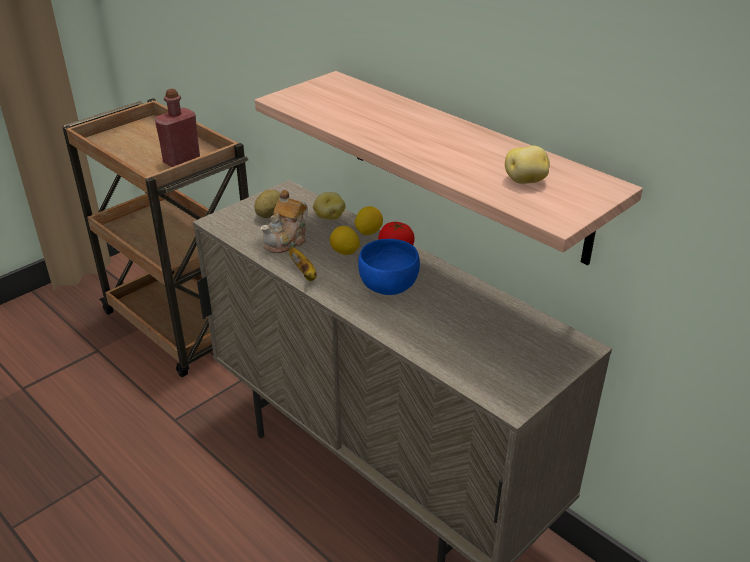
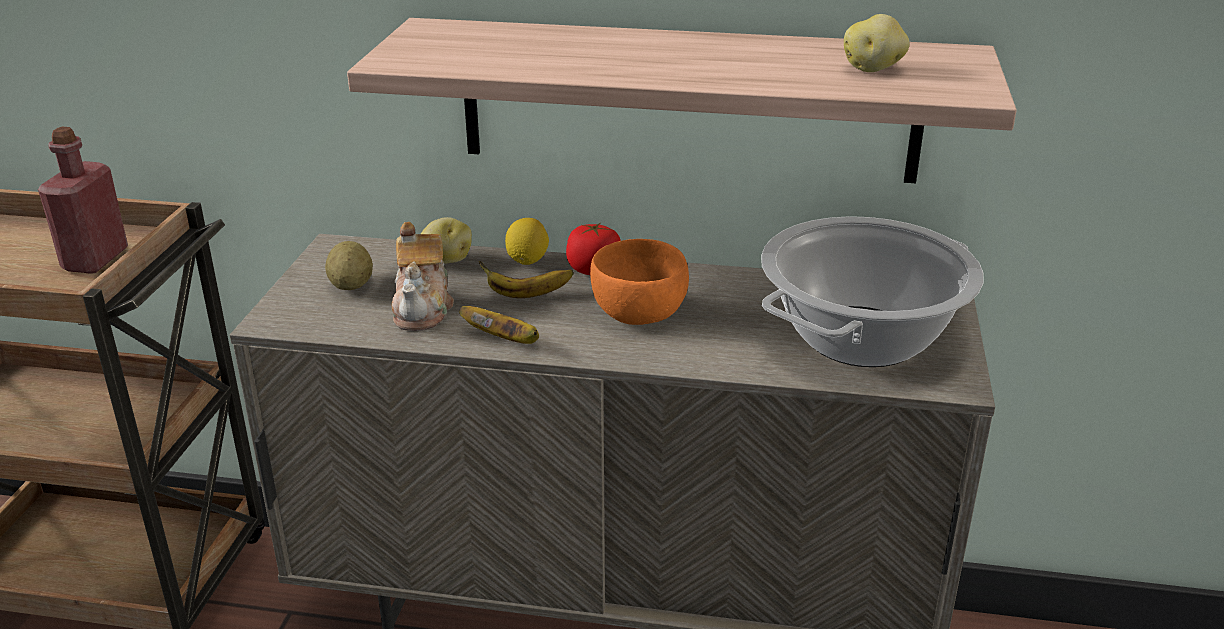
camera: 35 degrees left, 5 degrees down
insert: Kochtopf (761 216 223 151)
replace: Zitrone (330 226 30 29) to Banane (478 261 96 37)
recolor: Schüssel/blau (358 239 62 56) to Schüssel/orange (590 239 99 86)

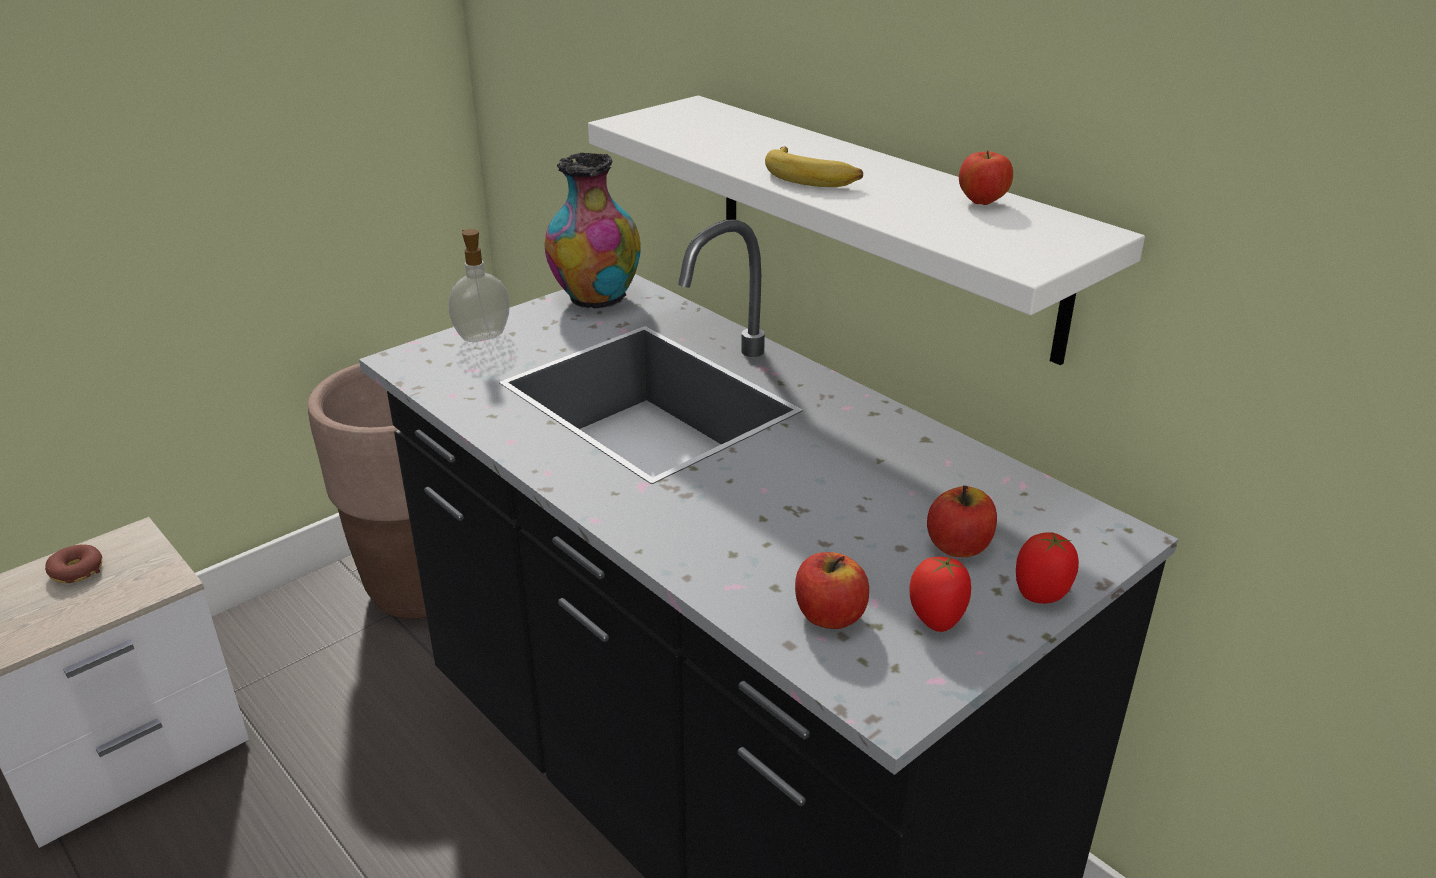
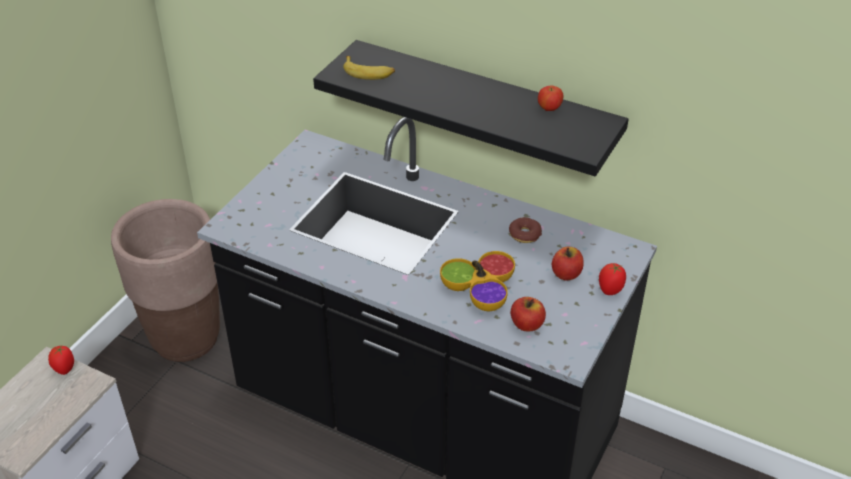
camera: 20 degrees left, 10 degrees up
delete: Seifenspender (449 229 61 113); Vase (545 153 96 157)
insert: Schüssel (440 251 75 60)
move: Donut (45 544 57 39) to (509 217 33 26); Banane (765 146 98 41) to (343 56 52 24); Tomate (910 556 61 76) to (48 345 26 30)
recolor: Wandregal/weiß (588 96 557 269) to Wandregal/schwarz (313 40 316 136)

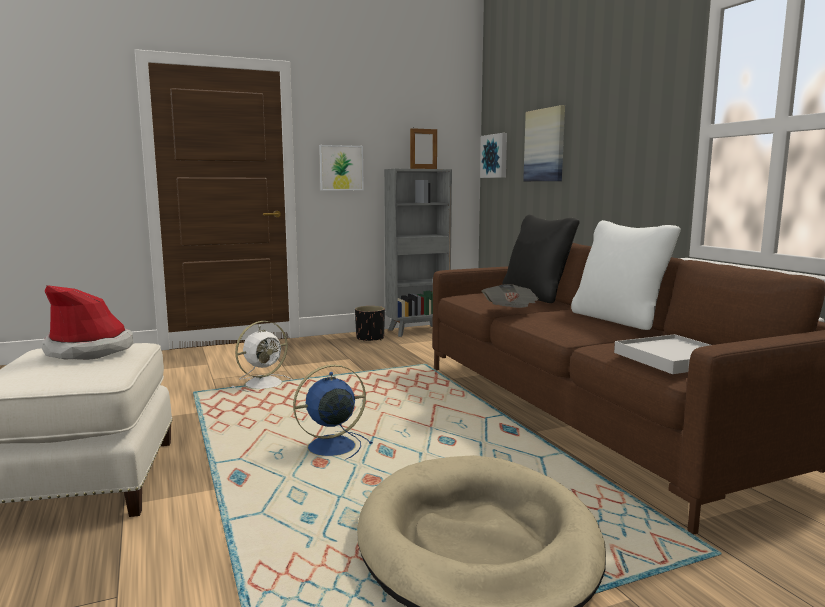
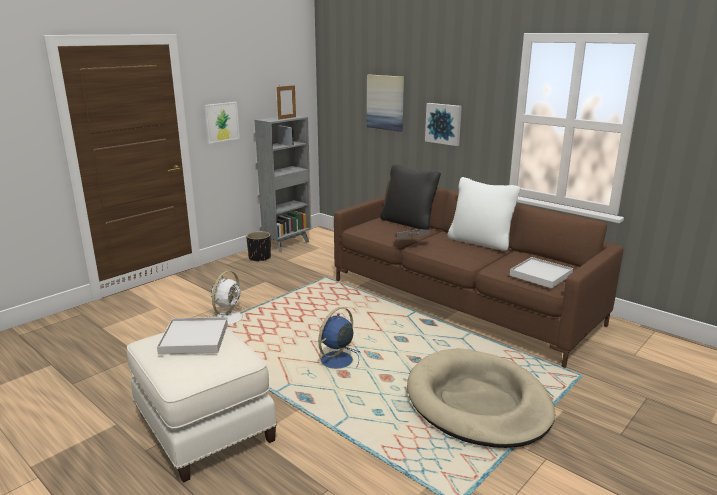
camera: 25 degrees left, 10 degrees up
move: Bild (480 133 27 45) to (425 103 37 43)
replace: Hut (42 285 92 75) to Tablett/weiß (157 317 71 38)

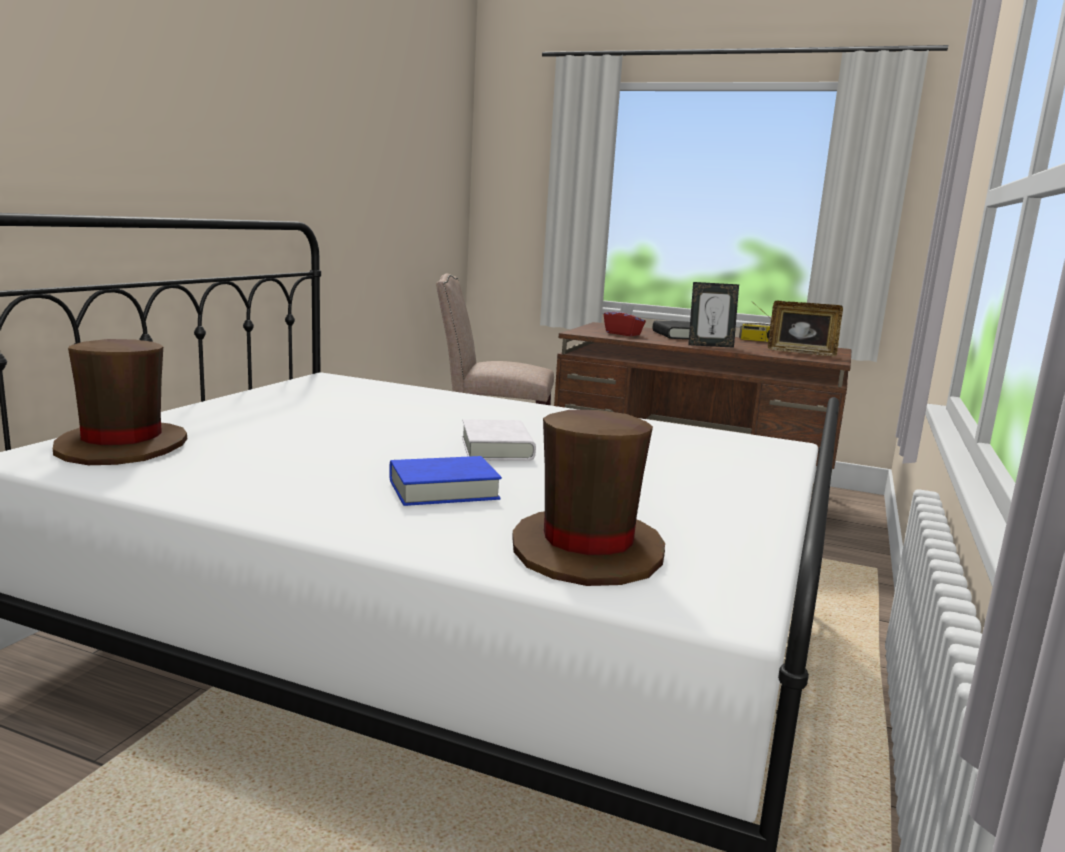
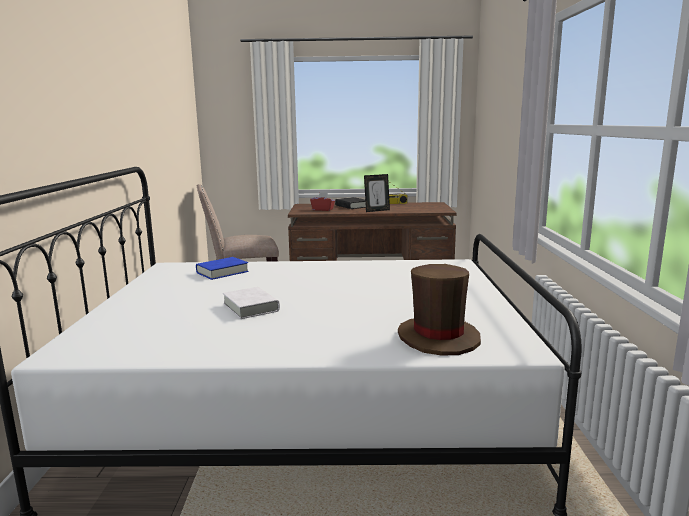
camera: 20 degrees left, 0 degrees up
delete: Hut/braun (53 339 135 126); Bilderrahmen (768 301 75 55)
move: Buch/blau (389 456 113 50) to (196 257 53 23); Buch/weiß (462 419 74 42) to (223 287 57 32)

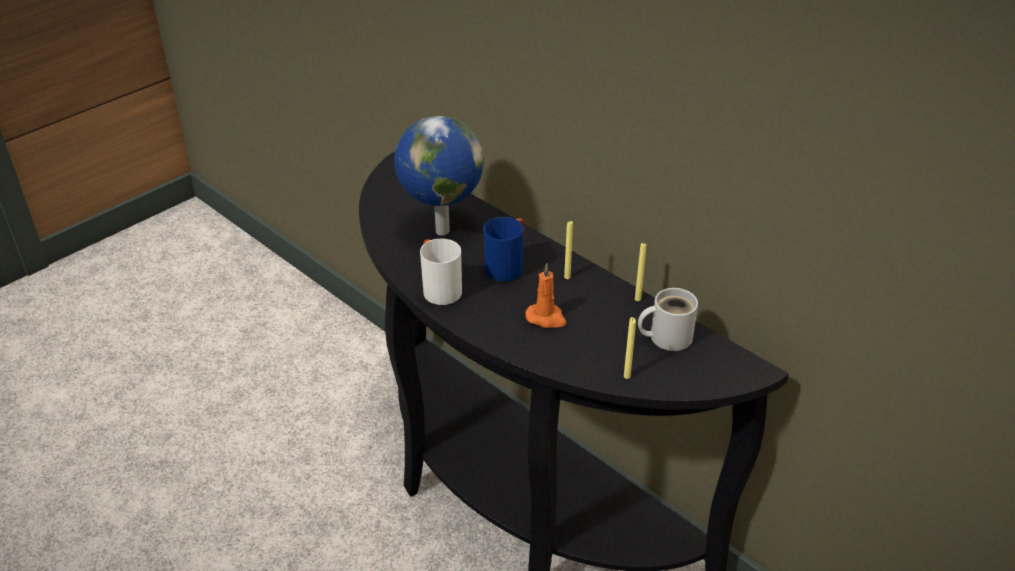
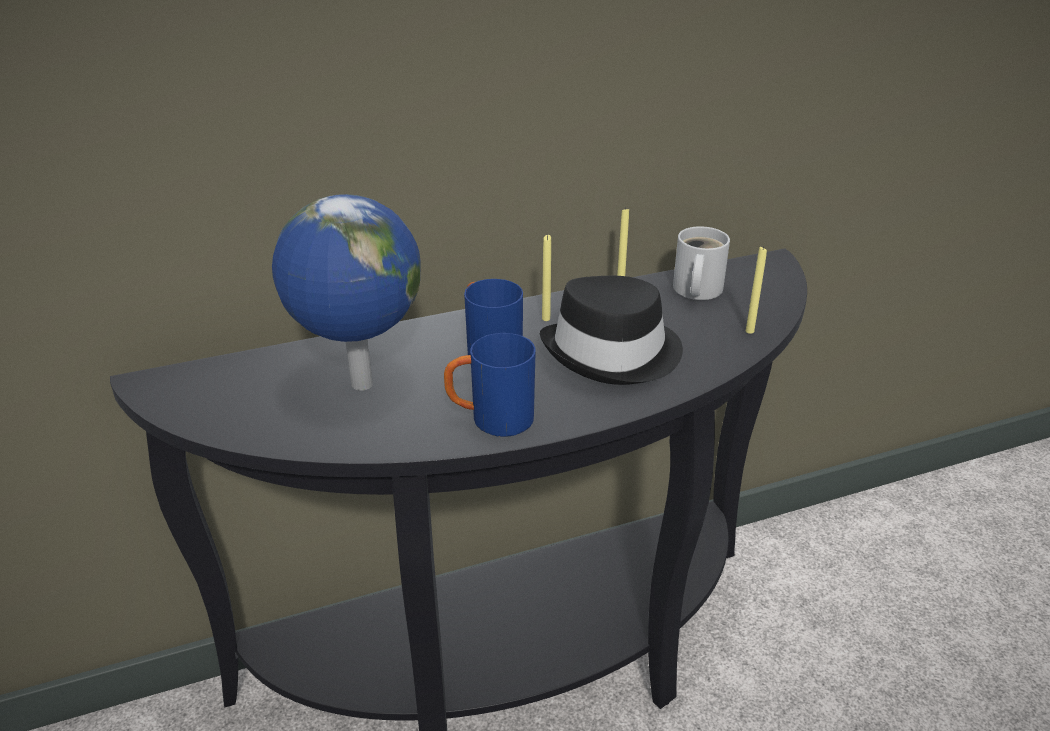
camera: 65 degrees left, 5 degrees down
replace: Kerze/orange (525 263 41 65) to Hut/schwarz (540 276 143 109)
recolor: Henkelbecher/weiß (420 239 42 66) to Henkelbecher/blau (444 333 92 104)

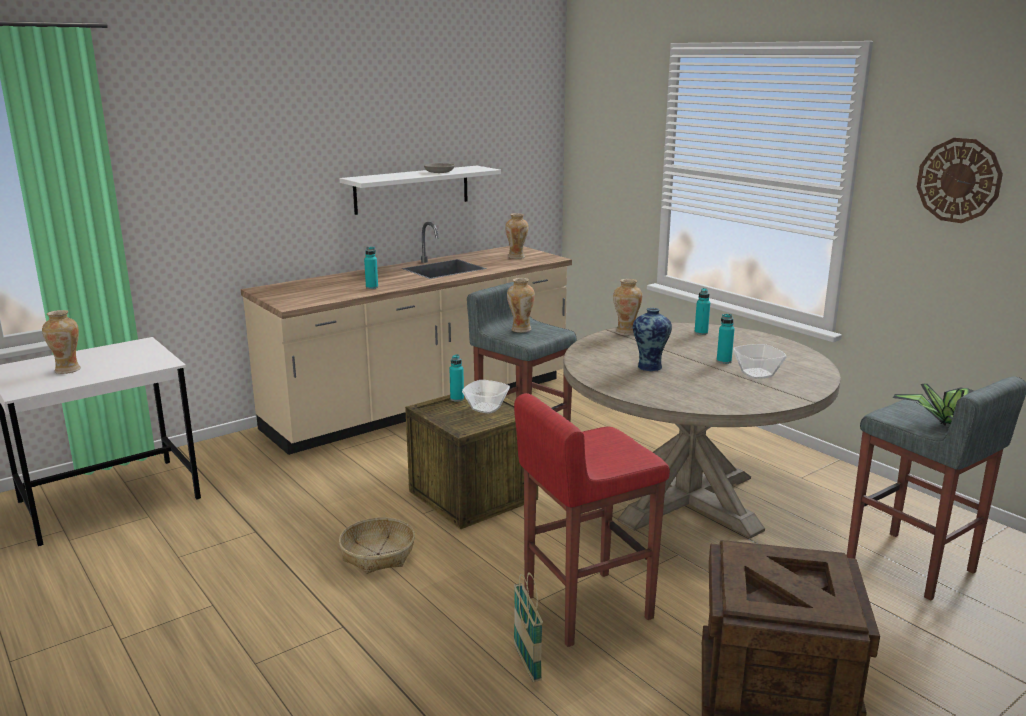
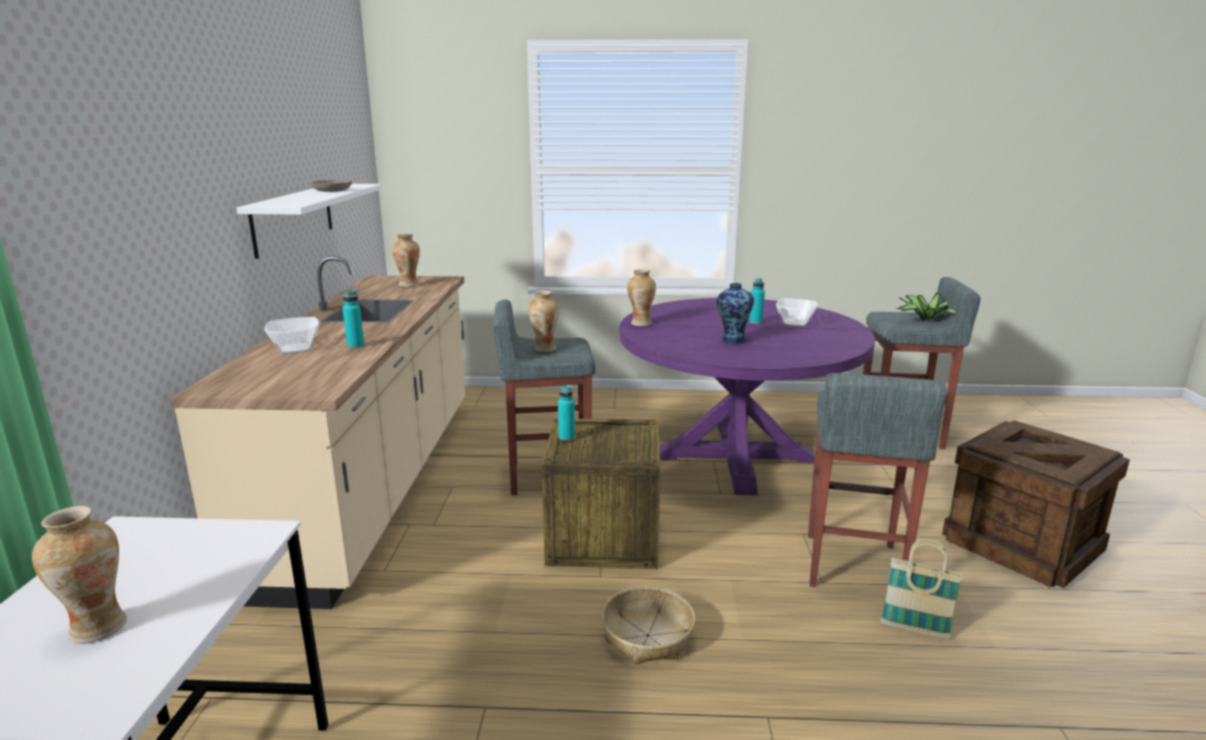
camera: 50 degrees left, 0 degrees up
delete: Flasche/türkis (694 288 16 47); Wanduhr (917 138 86 85)
move: Schüssel (462 380 48 33) to (265 317 54 37)
recolor: Hocker/rot (514 393 156 254) to Hocker/grau (808 373 139 214); Esstisch/beige (563 322 277 216) to Esstisch/lila (620 298 255 197)

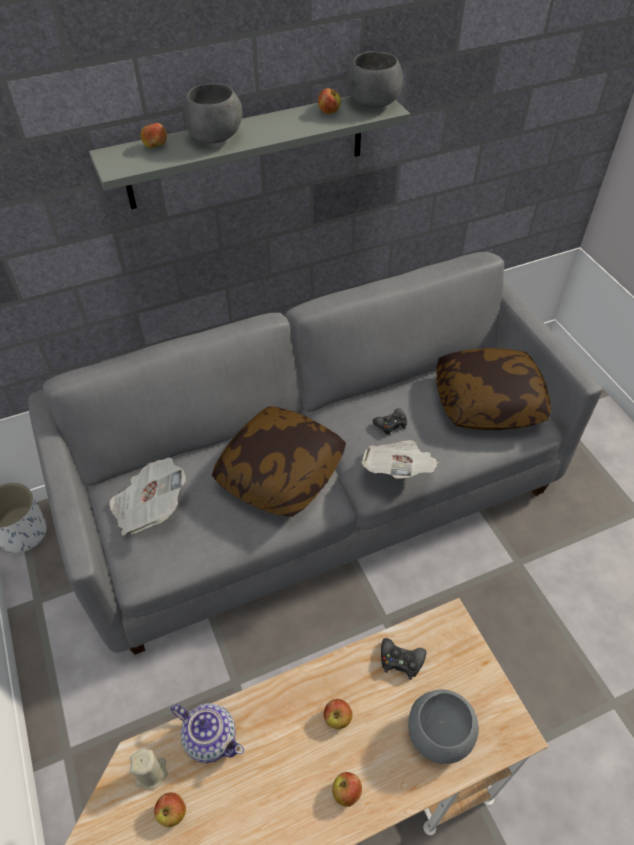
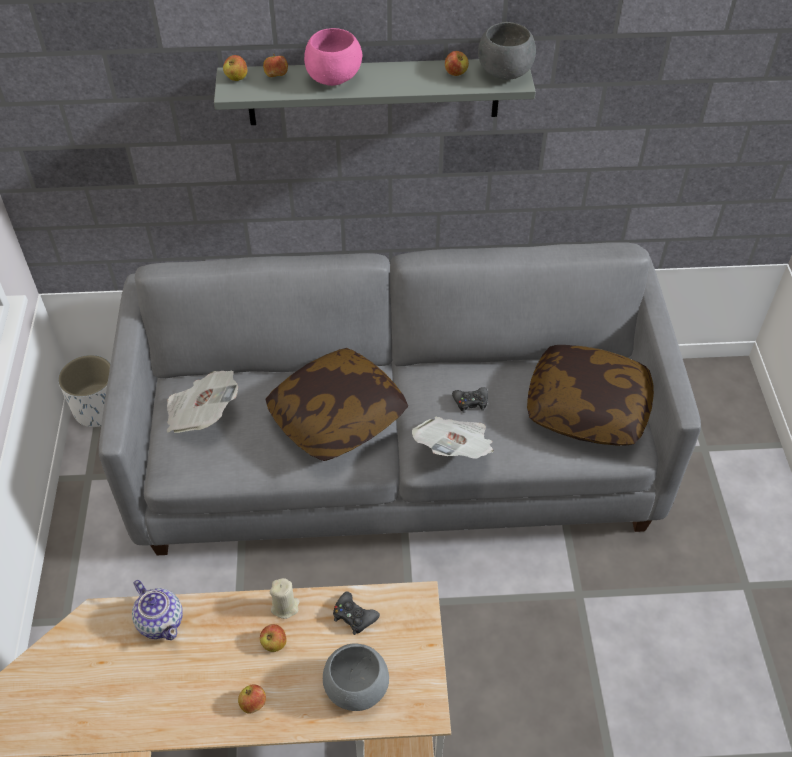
camera: 20 degrees right, 0 degrees up
move: Kerze/beige (130 748 38 41) to (270 578 30 41); Apfel (154 792 32 35) to (223 55 24 26)
recolor: Schüssel/grau (183 84 60 59) to Schüssel/rosa (304 28 58 58)

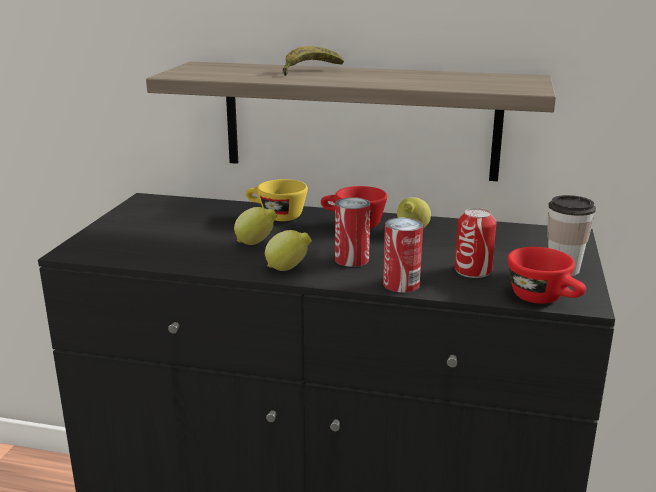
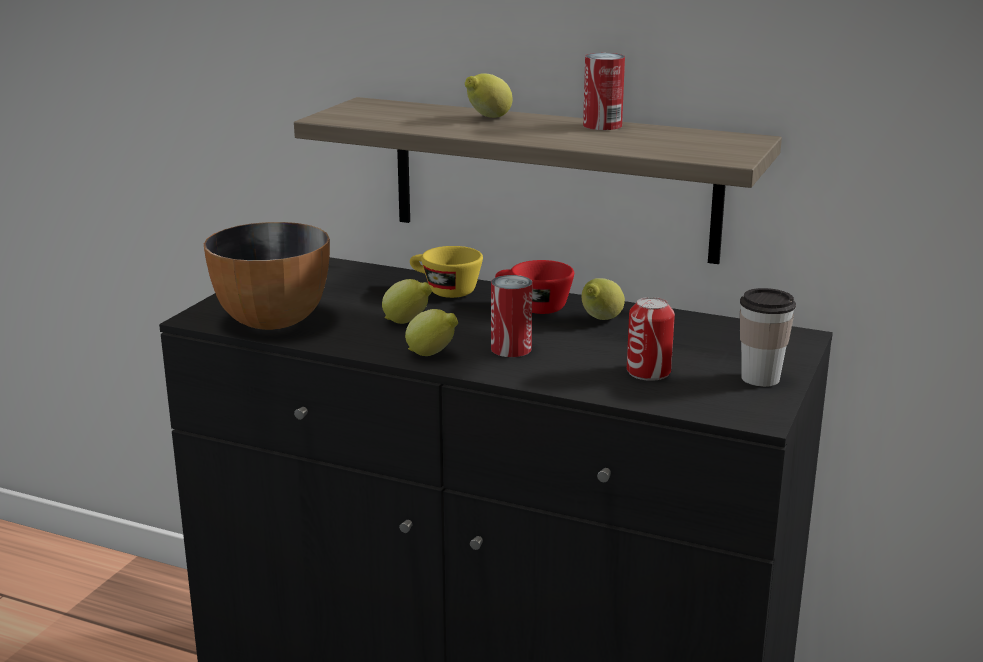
camera: 10 degrees right, 0 degrees up
delete: Tasse/rot (508 247 78 57)
insert: Schüssel (204 222 126 108)
move: Dose (383 218 40 75) to (583 53 42 77)
replace: Banane (283 46 61 30) to Zitrone (465 73 48 45)

